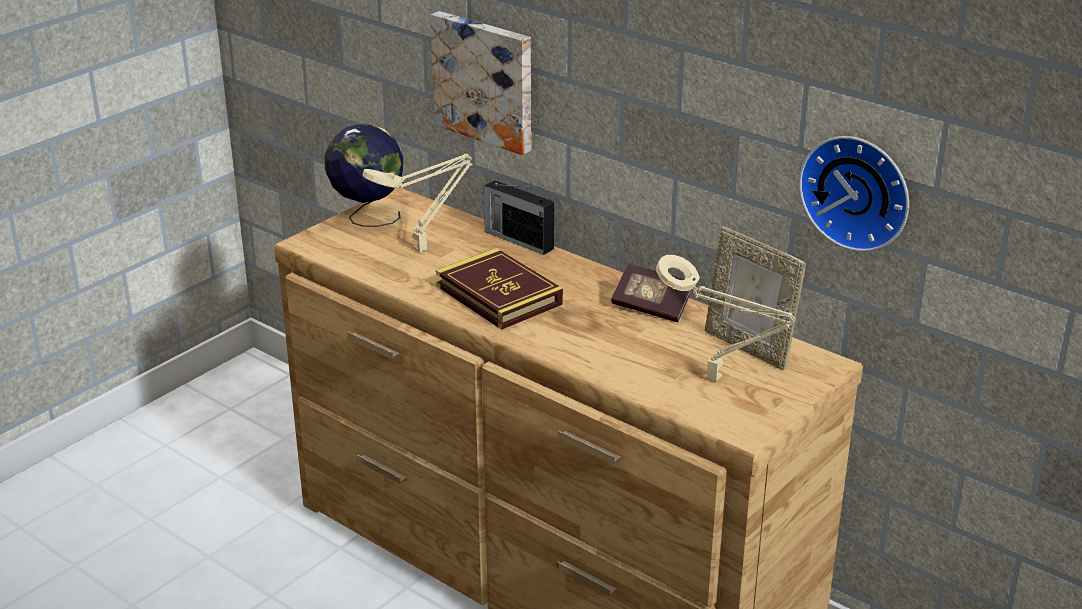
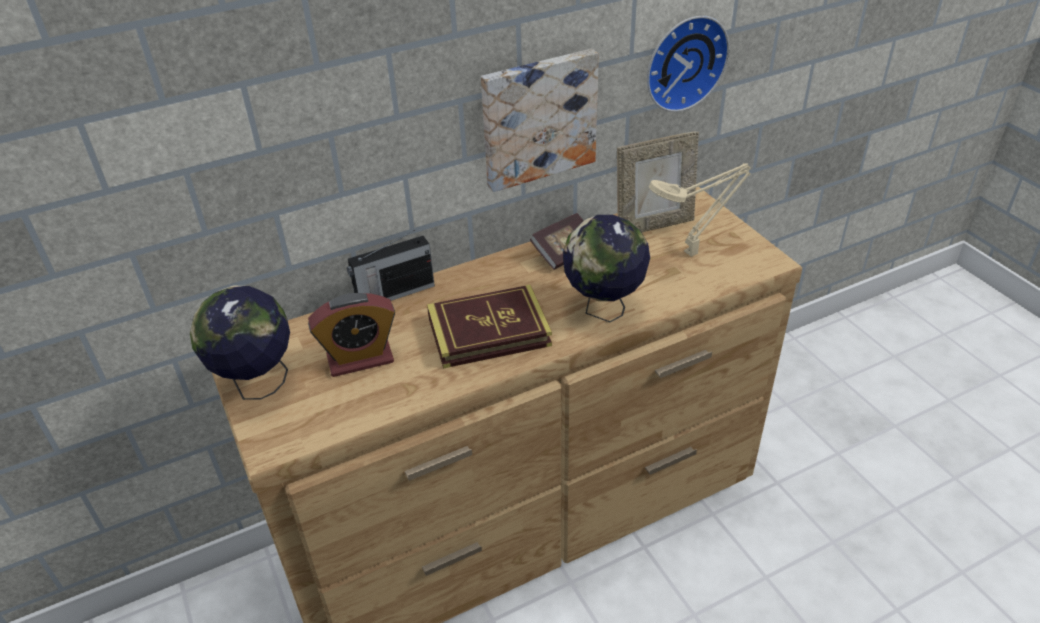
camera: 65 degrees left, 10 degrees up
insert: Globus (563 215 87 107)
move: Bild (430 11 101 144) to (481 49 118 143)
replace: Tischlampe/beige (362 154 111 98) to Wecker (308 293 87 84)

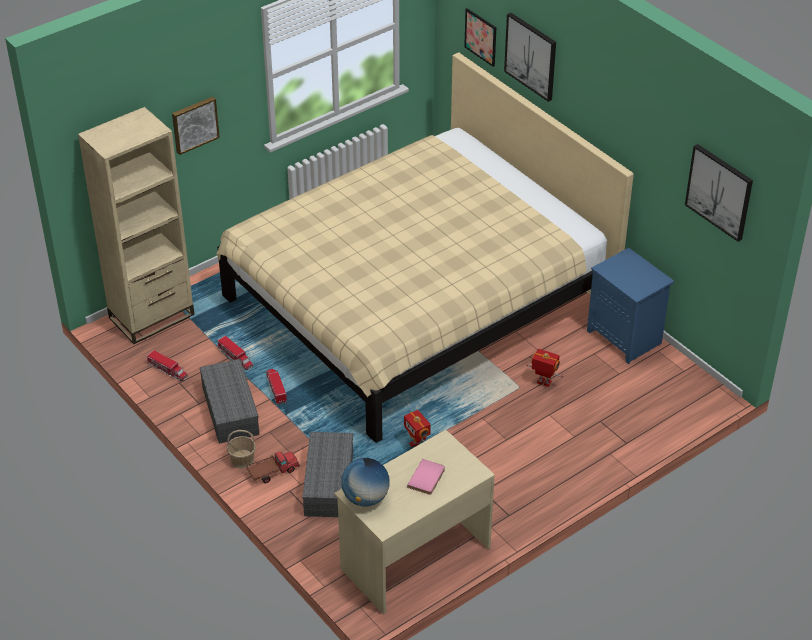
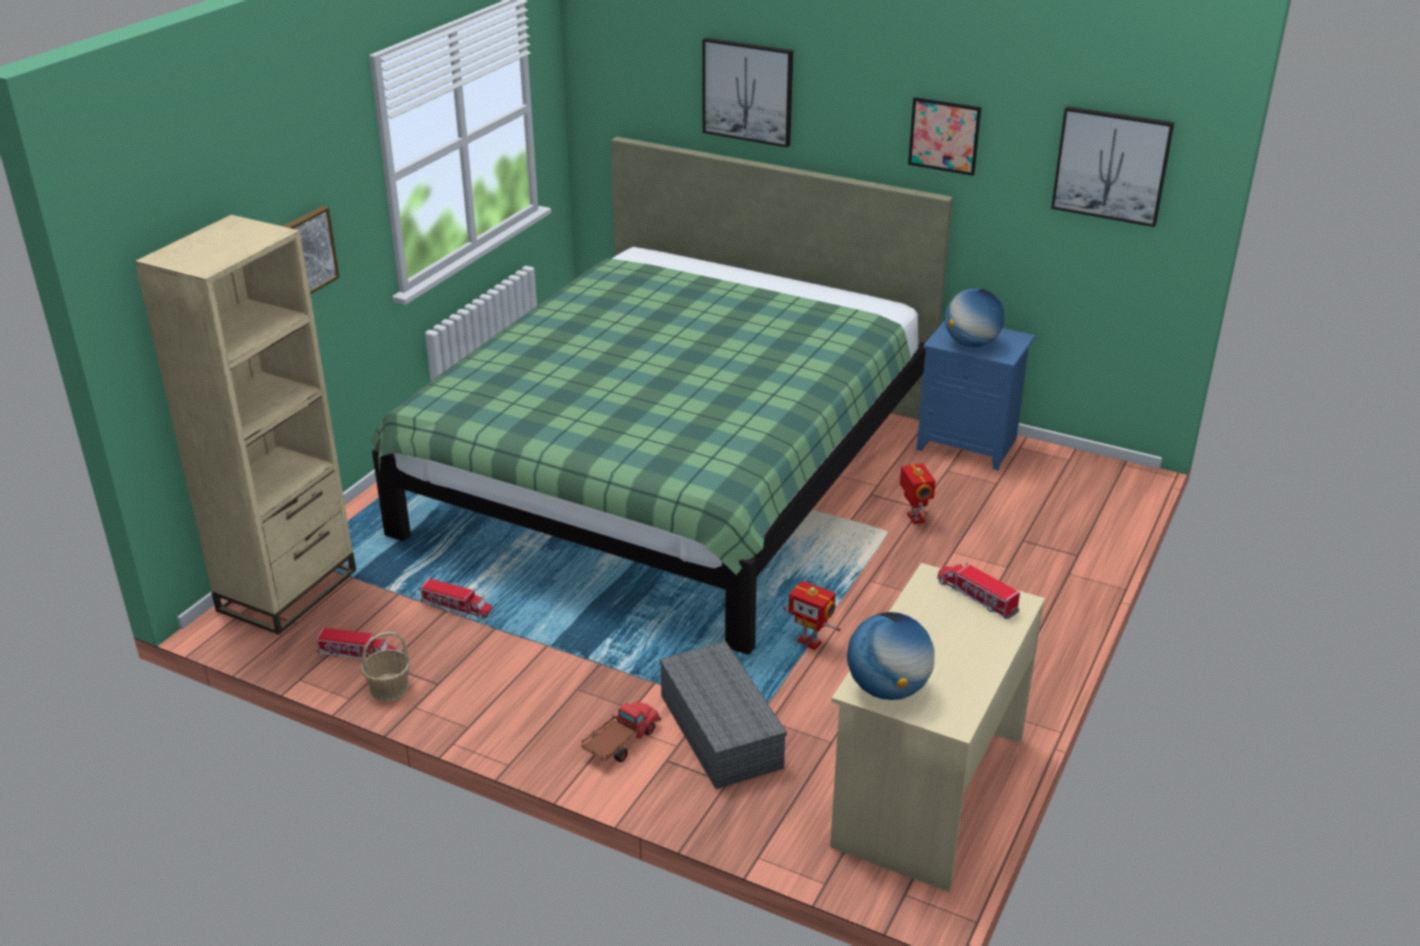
camera: 25 degrees left, 10 degrees down
delete: Aufbewahrungsbox/grau (200 359 59 85); Buch/rosa (407 459 38 36)
insert: Globus (945 288 59 59)
move: Korb (227 430 29 38) to (361 632 49 70); Spielzeuglaster (266 369 21 36) to (937 563 83 56); Bild (464 8 32 59) to (908 97 73 79)
recolor: Bett/beige (217 53 417 390) to Bett/grün (371 137 582 518)
rotate: Spielzeugroboter (526 349 37 38) = (900 463 36 61) 75 degrees clockwise

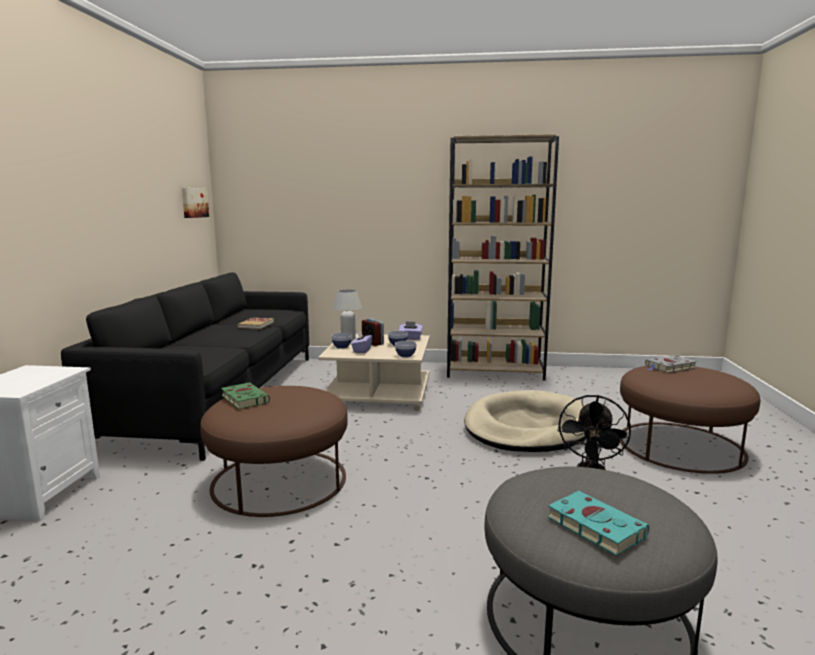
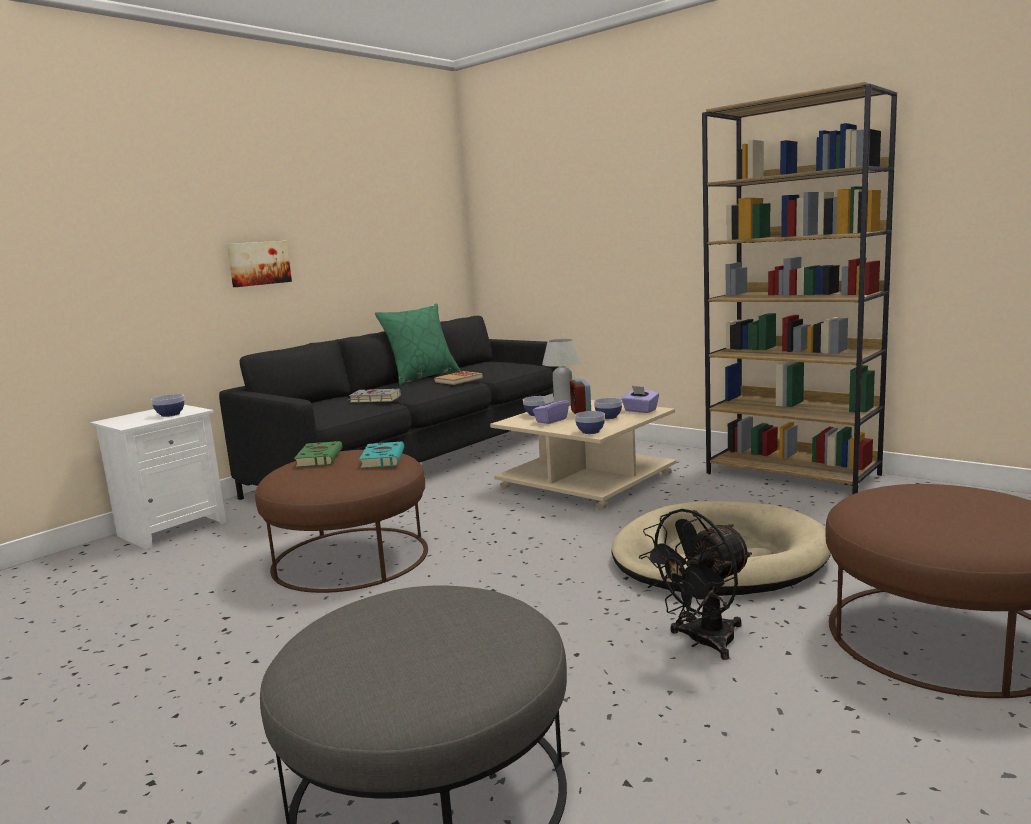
camera: 35 degrees right, 0 degrees up
insert: Schüssel (151 394 33 23); Kissen/grün (375 303 85 83)
move: Bild (182 188 27 30) to (227 241 65 46); Buch/türkis (547 491 102 65) to (359 441 45 27); Buch/grau (645 355 52 18) to (349 389 52 14)

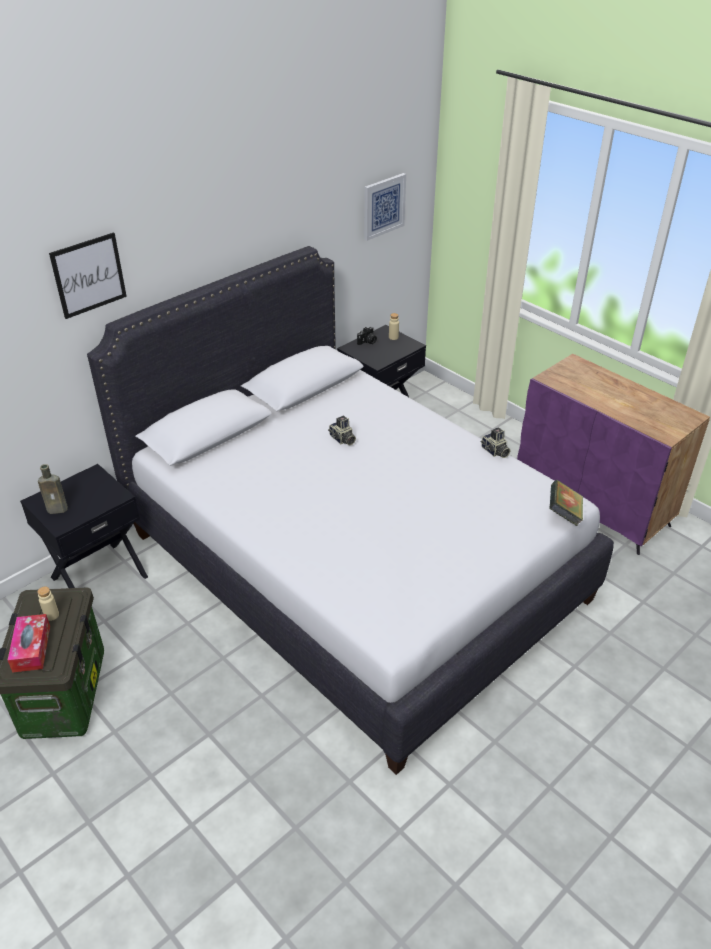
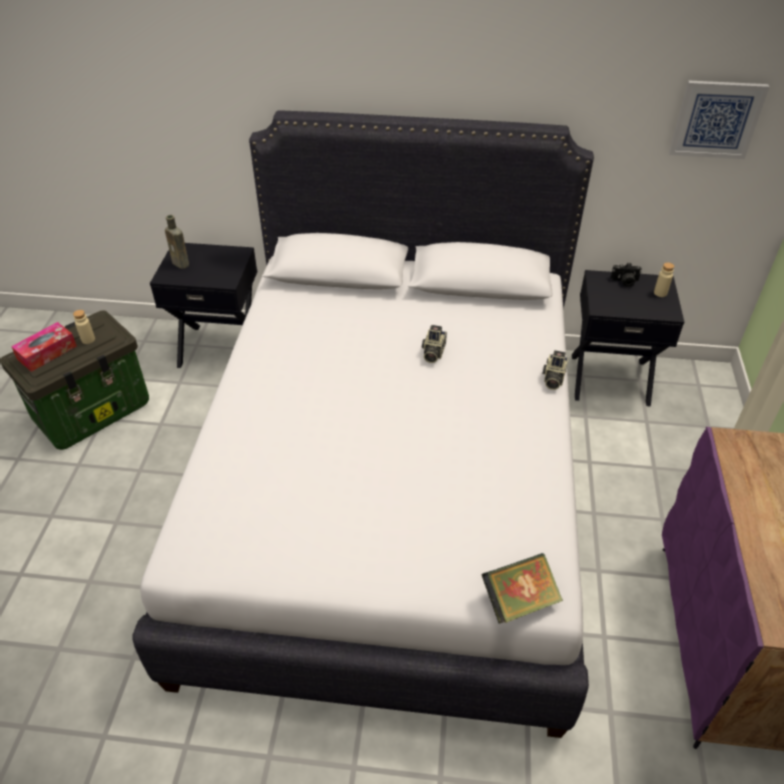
camera: 50 degrees right, 5 degrees up
delete: Bild (49 232 78 87)
move: Kamera (481 427 29 31) to (542 350 26 40)

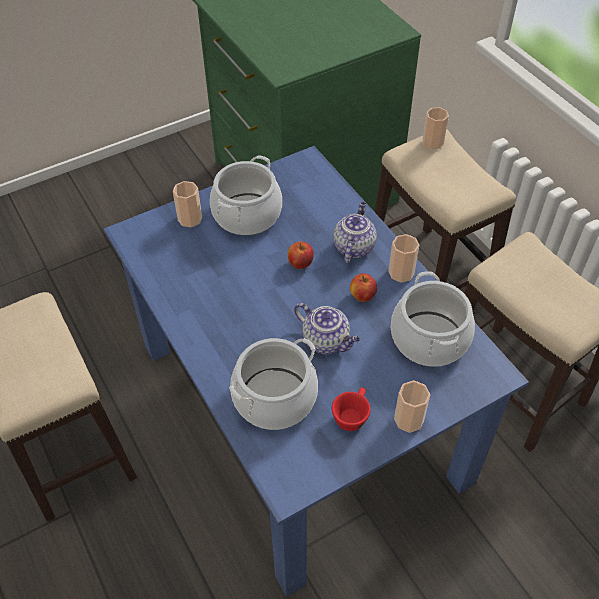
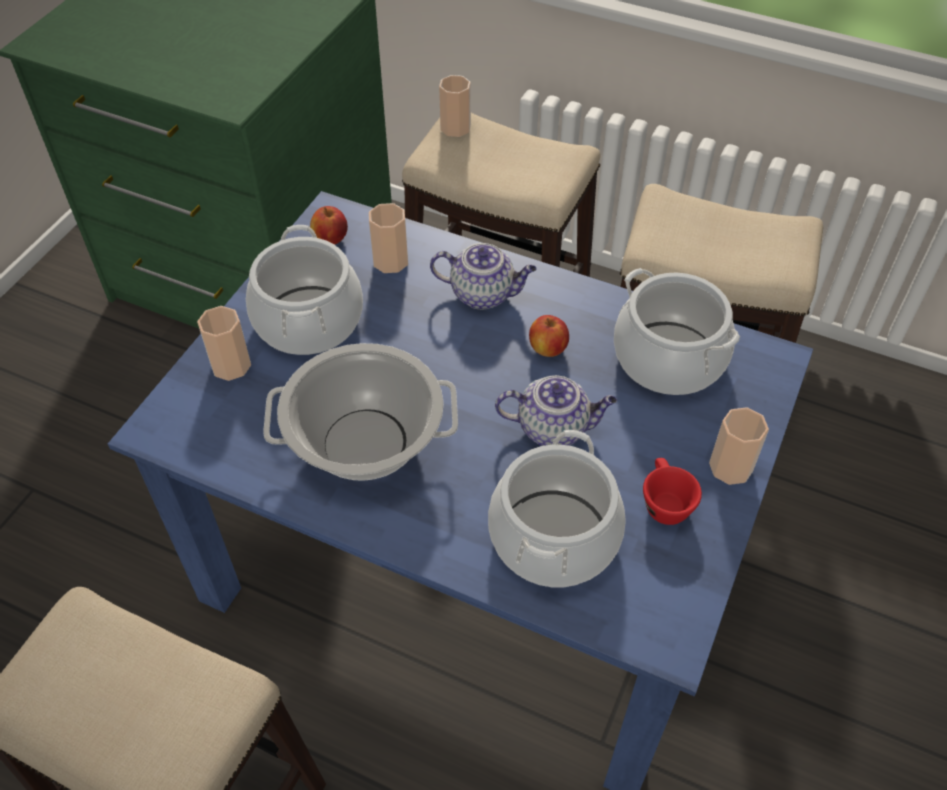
camera: 35 degrees left, 0 degrees up
insert: Kochtopf (263 343 195 138)
move: Apfel (288 241 26 28) to (310 206 38 39); Tasse (388 234 31 48) to (369 203 39 70)
rotate: Teekanne (333 202 44 61) = (430 243 107 66) 120 degrees clockwise

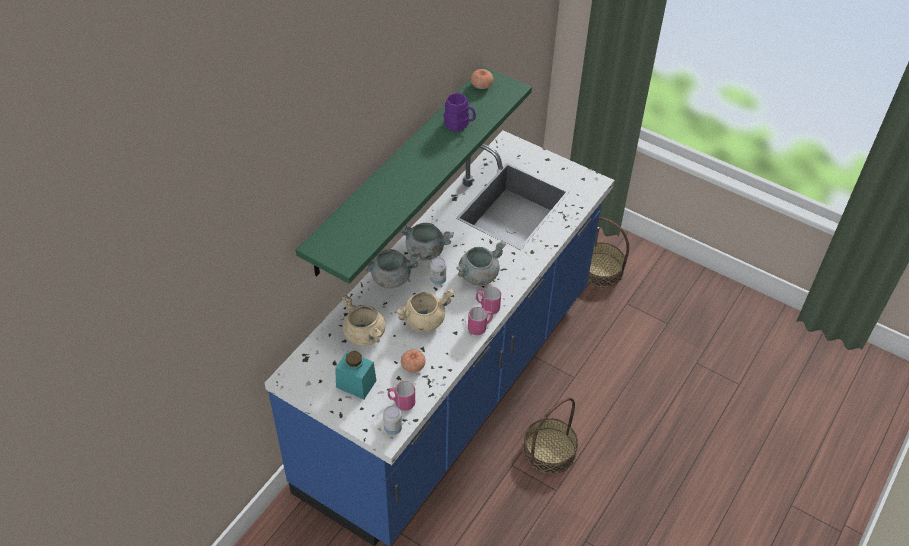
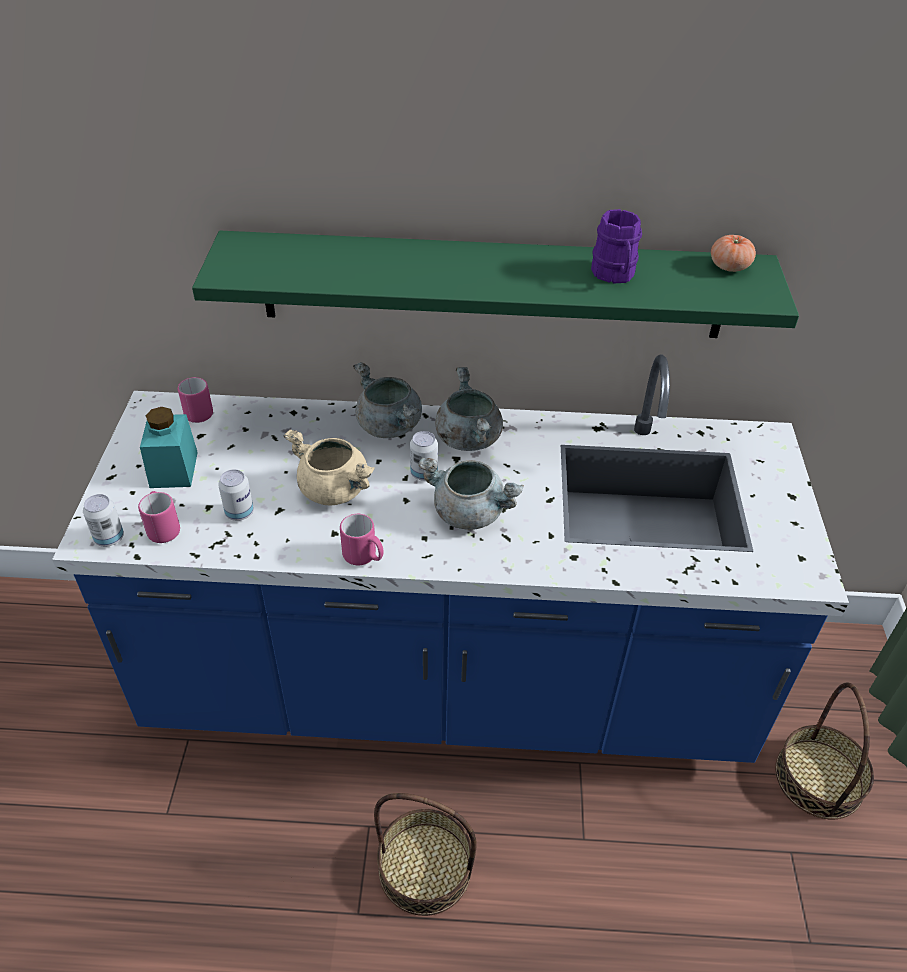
camera: 60 degrees right, 5 degrees down
delete: Kochtopf/beige (341 295 45 51)
move: Henkelbecher/rosa (476 287 25 28) to (178 377 35 46)
replace: Tomate (401 349 25 24) to Dose (218 469 36 52)

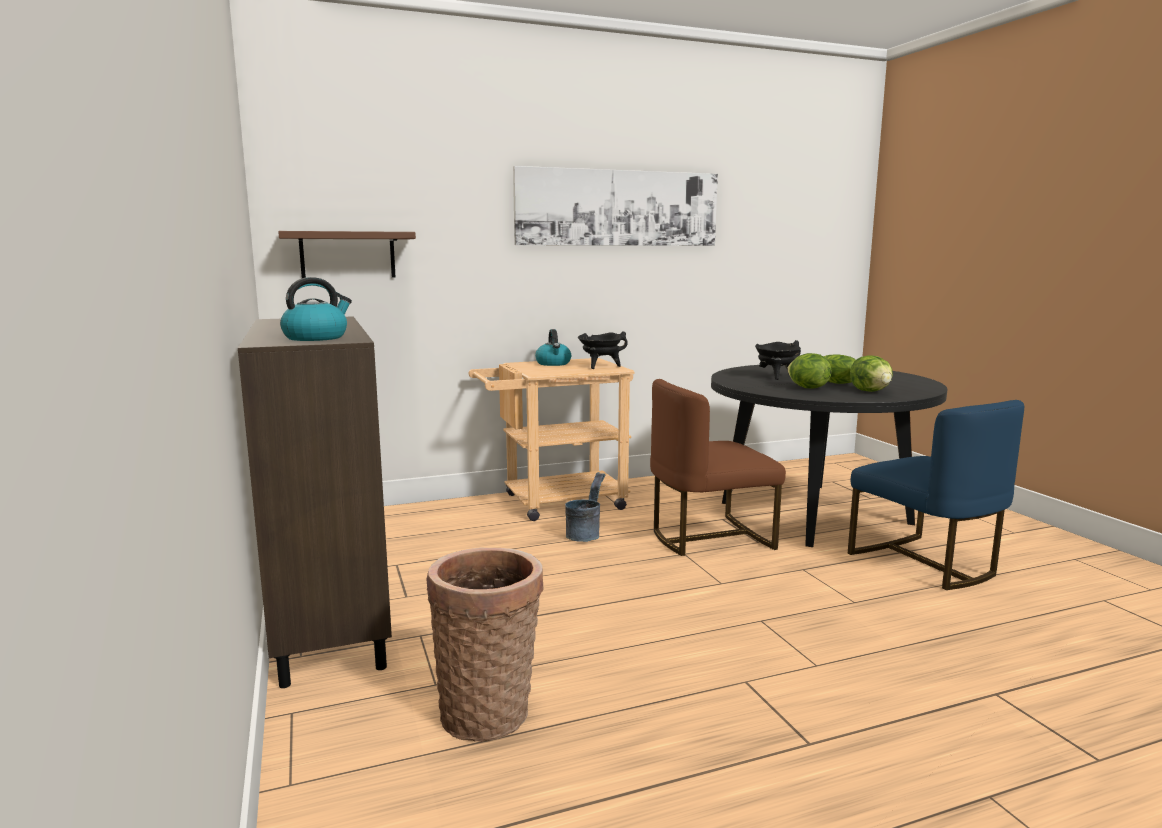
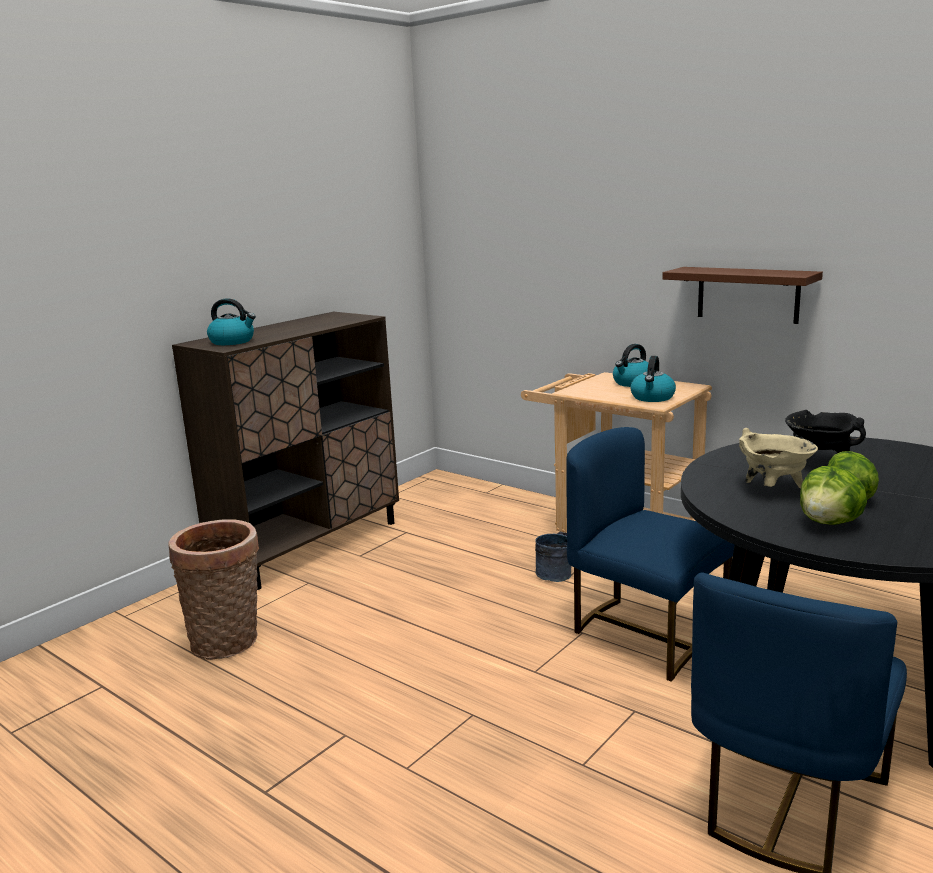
camera: 60 degrees right, 5 degrees up
delete: Bild (513 166 205 80)
move: Wandregal/braun (278 231 138 47) to (662 267 161 57)
replace: Kochtopf/schwarz (578 331 50 38) to Wasserkessel (630 356 46 46); Salatkopf (787 353 44 35) to Kochtopf/beige (739 428 79 60)
recolor: Stuhl/braun (650 379 136 177) to Stuhl/blau (566 427 168 255)

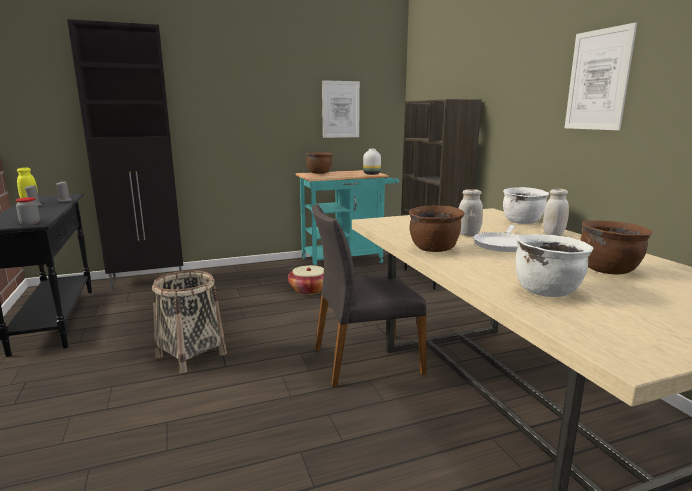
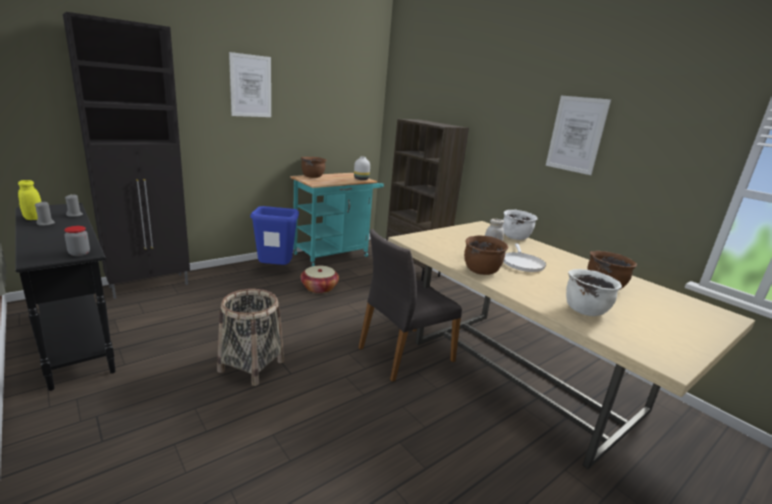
camera: 20 degrees left, 5 degrees up
delete: Vorratsglas/weiß (543 189 26 46)
insert: Mülleimer/blau (250 206 49 59)
move: Bild (322 80 38 58) to (229 52 42 65)

